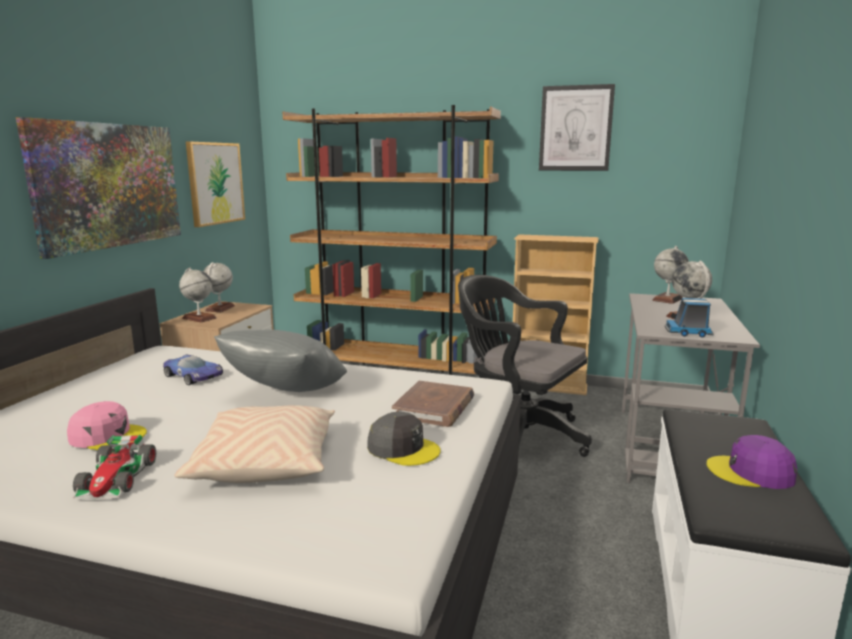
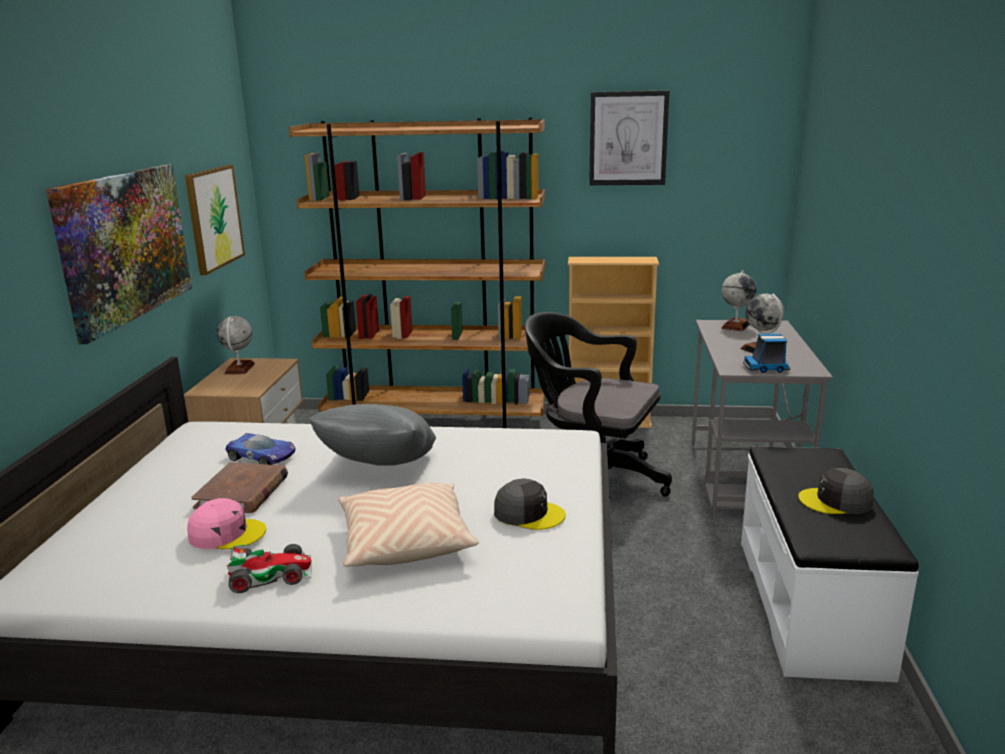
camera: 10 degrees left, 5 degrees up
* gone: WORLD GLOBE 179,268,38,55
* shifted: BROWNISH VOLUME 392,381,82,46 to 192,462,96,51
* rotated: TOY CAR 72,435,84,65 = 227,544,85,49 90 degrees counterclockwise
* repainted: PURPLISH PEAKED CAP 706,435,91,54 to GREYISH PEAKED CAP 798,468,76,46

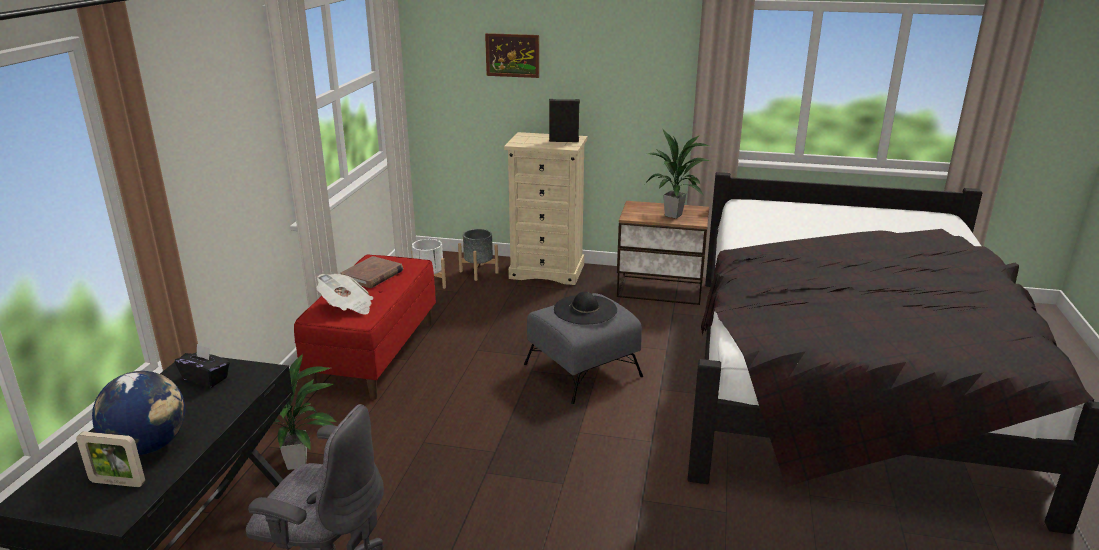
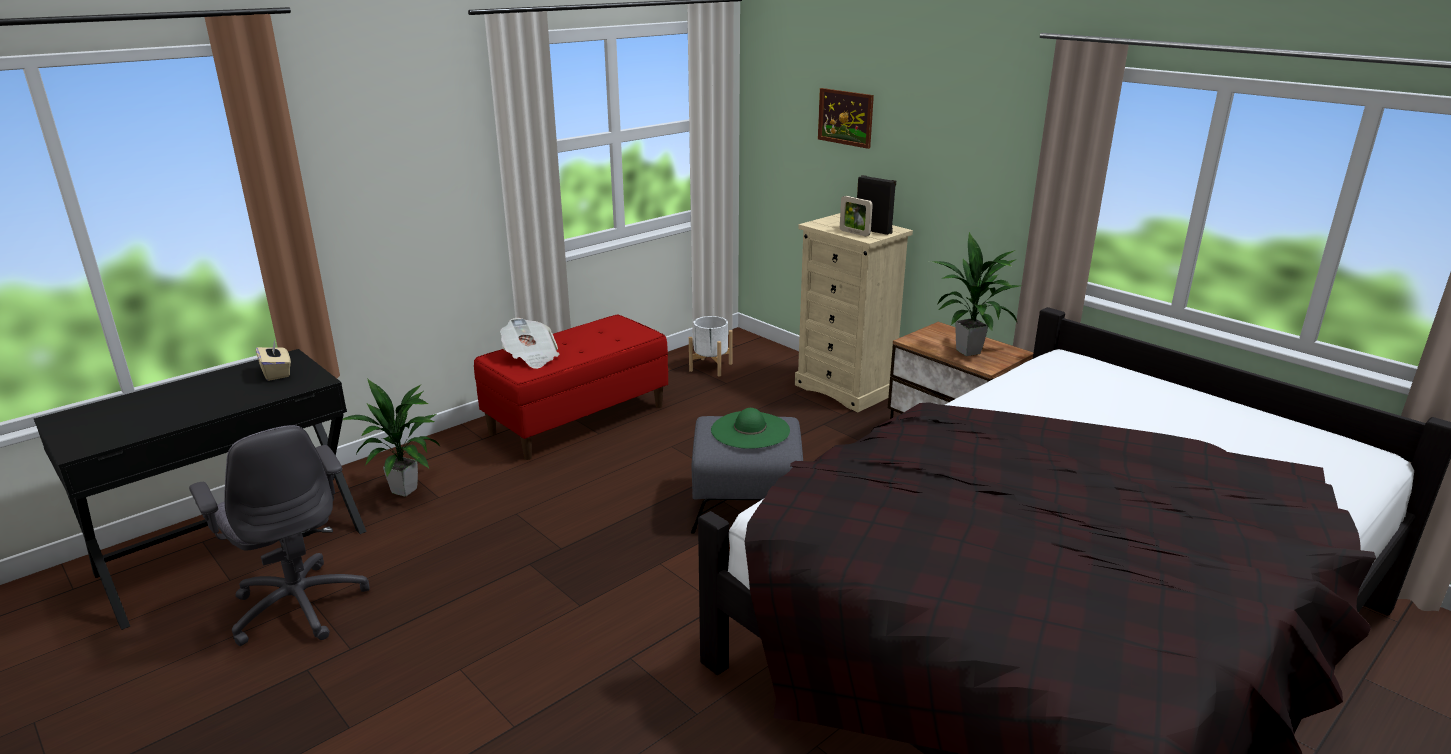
camera: 35 degrees right, 0 degrees up
* gone: GREYISH PLANT POT 458,229,41,52
* gone: BROWNISH VOLUME 341,256,62,32
* repainted: BLACK WEARABLE HAT 554,292,63,33 to GREEN WEARABLE HAT 711,408,79,41
* repainted: BLACK TISSUE BOX 175,344,55,44 to BEIGE TISSUE BOX 256,339,35,42
* gone: WORLD GLOBE 92,371,93,84
* shifted: PICTURE FRAME 76,432,69,55 to 840,196,33,40

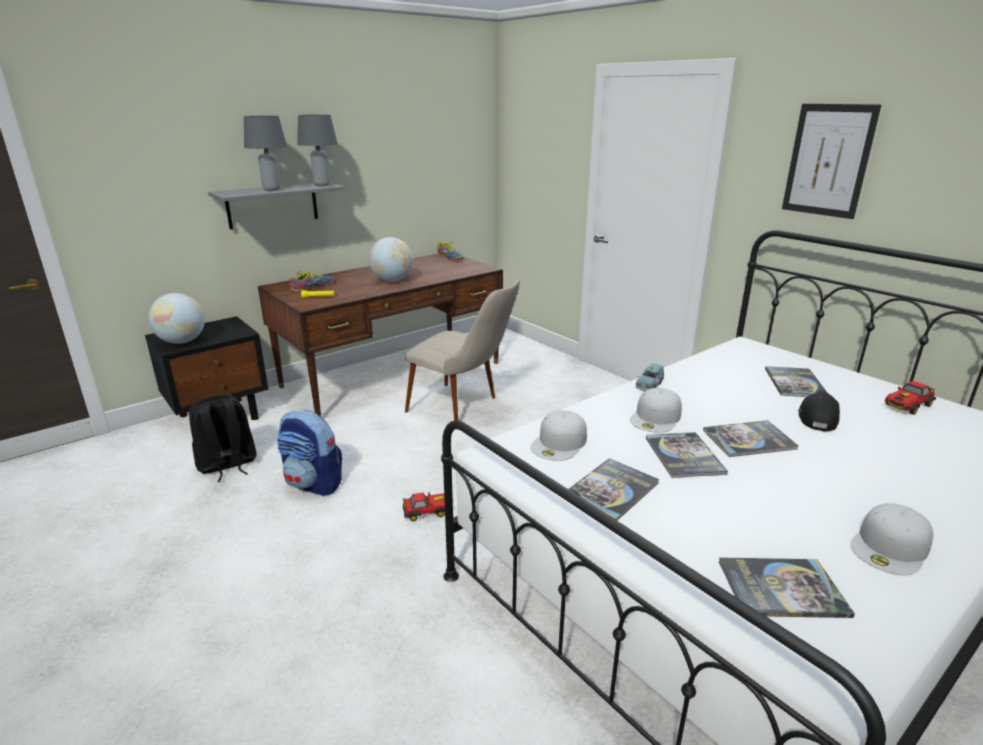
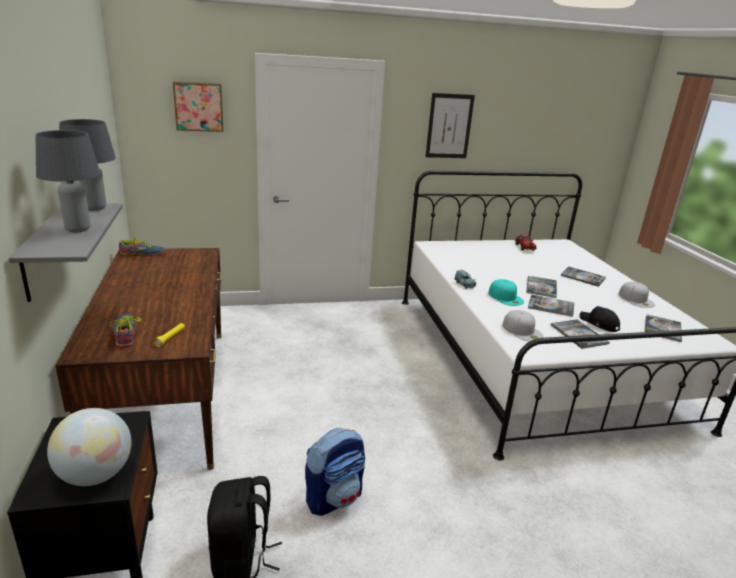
camera: 65 degrees left, 0 degrees up
* gone: WORLD GLOBE 369,237,44,45
* gone: BEIGE CHAIR 404,279,116,141
* shifted: VOLUME 765,366,63,31 to 561,267,45,20
* repainted: WHITE-COLOURED PEAKED CAP 630,388,52,45 to TURQUOISE-COLOURED PEAKED CAP 488,279,36,27
* shifted: BLACK PEAKED CAP 798,391,42,41 to 580,306,40,26
* gone: TOY CAR 403,492,42,29
* new: WALL ART 173,82,50,50

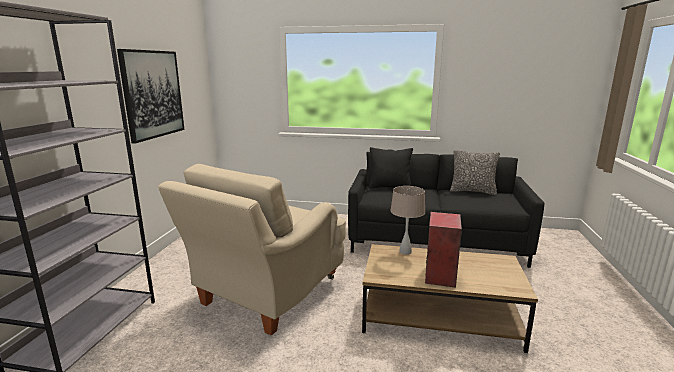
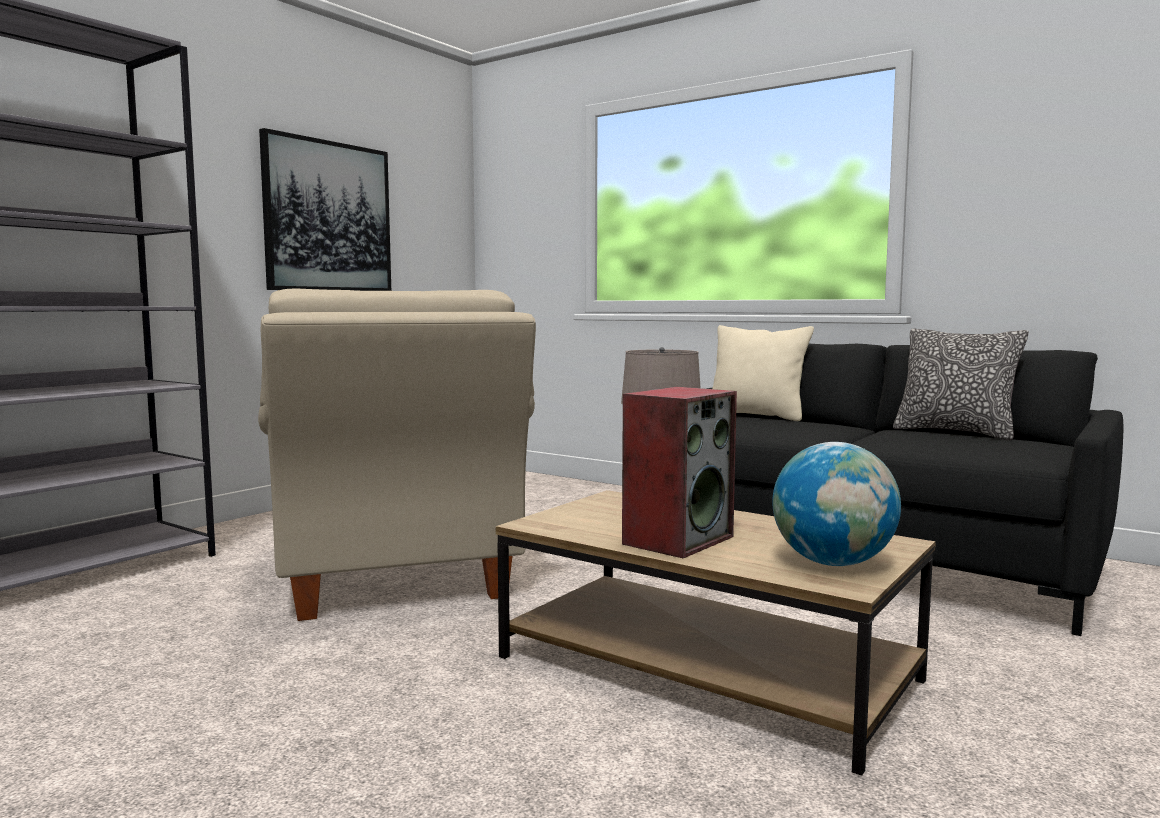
camera: 25 degrees right, 10 degrees down
* repainted: BLACK CUSHION 369,147,44,41 to BEIGE CUSHION 712,325,102,96
* rotated: BEIGE LOUNGE CHAIR 158,164,188,171 = 258,288,278,333 75 degrees counterclockwise
* new: WORLD GLOBE 772,442,129,124

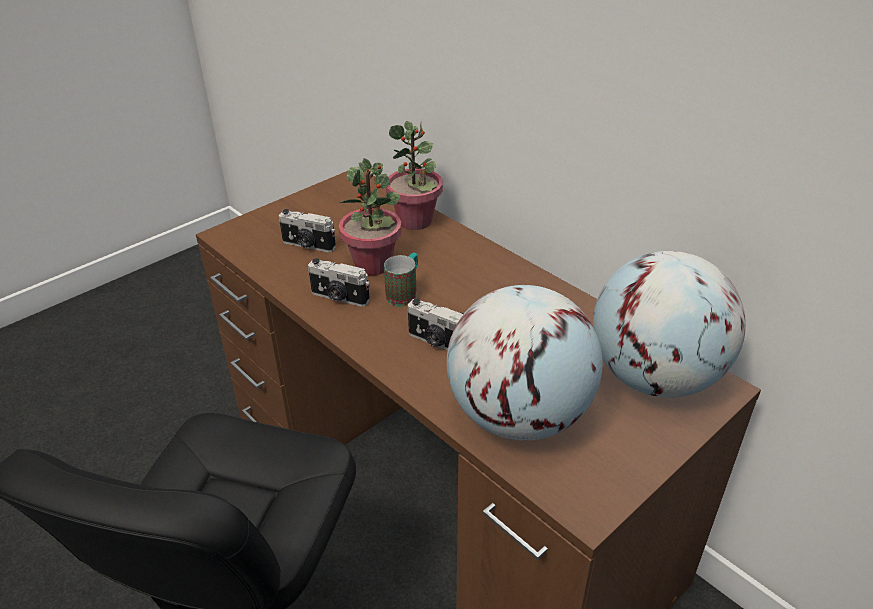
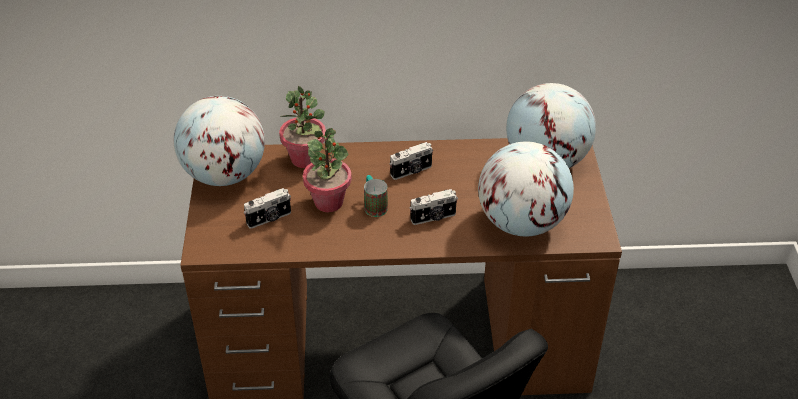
camera: 50 degrees left, 5 degrees up
* shifted: PHOTO CAMERA 308,258,62,49 to 390,142,43,38
* new: WORLD GLOBE 174,96,91,90

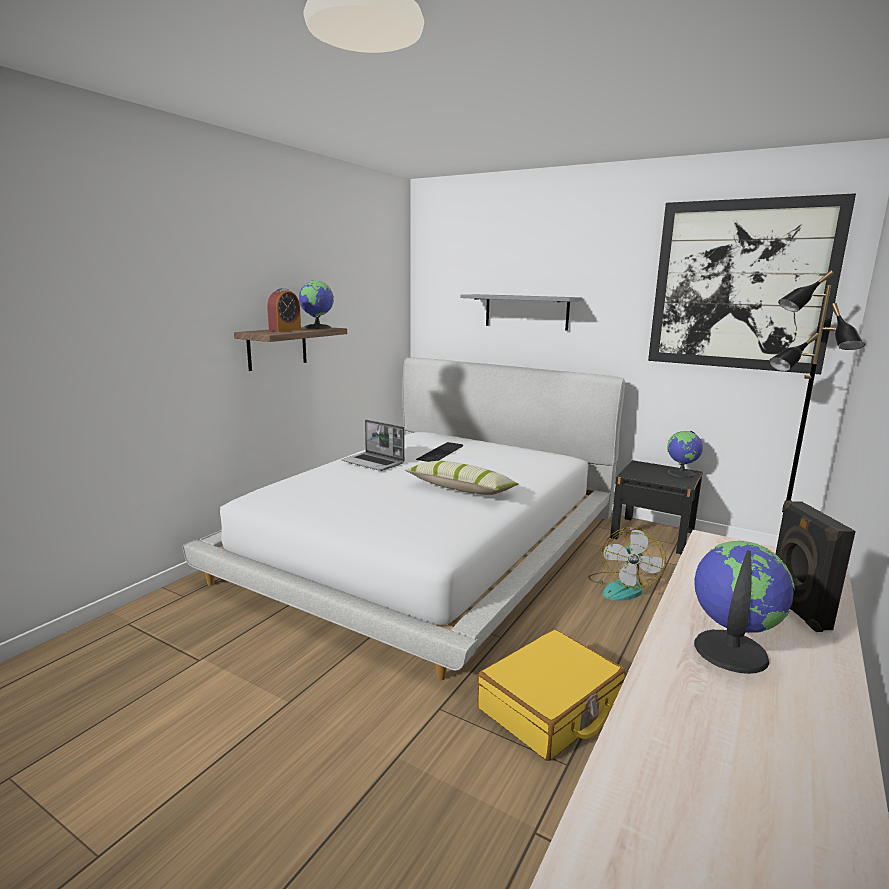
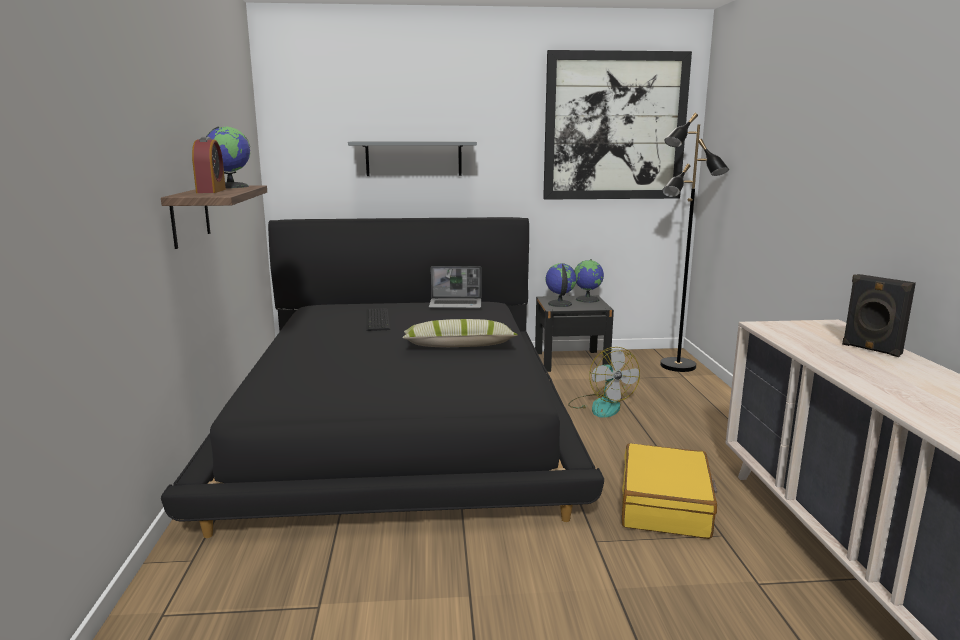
camera: 35 degrees left, 0 degrees up
* repainted: WHITE-COLOURED SLEEPING BED 182,357,443,323 to BLACK SLEEPING BED 161,217,443,321
* shifted: LAPTOP 341,420,64,51 to 429,266,52,43
* shifted: WORLD GLOBE 693,541,102,133 to 545,263,31,44

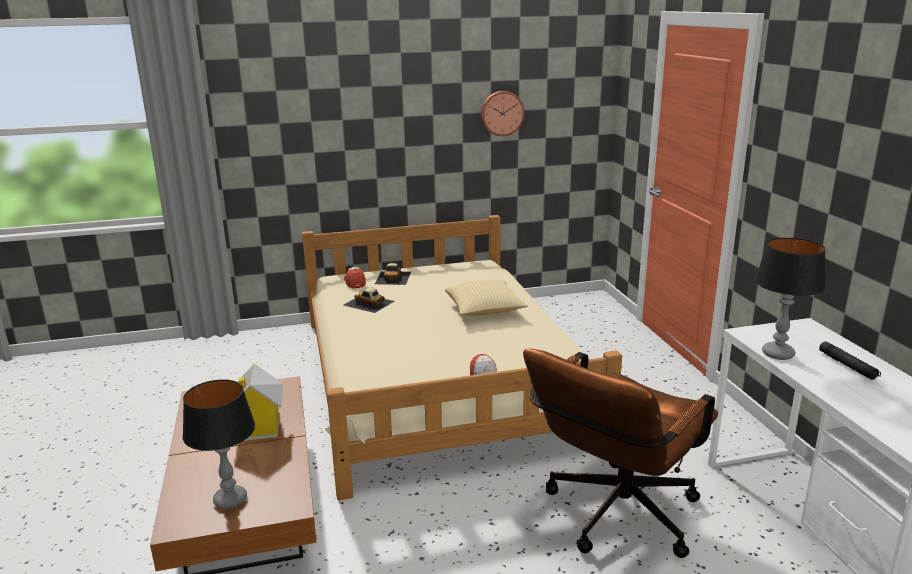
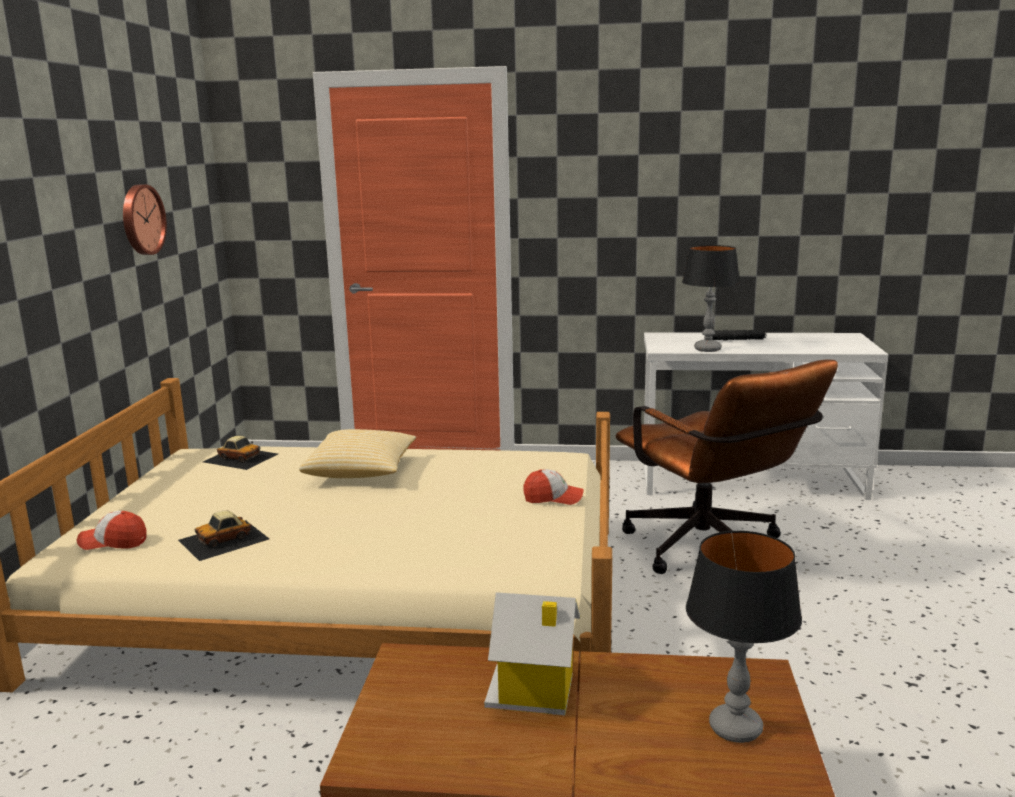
camera: 70 degrees left, 5 degrees down
* shifted: TOY CAR 375,263,36,22 to 203,436,75,34

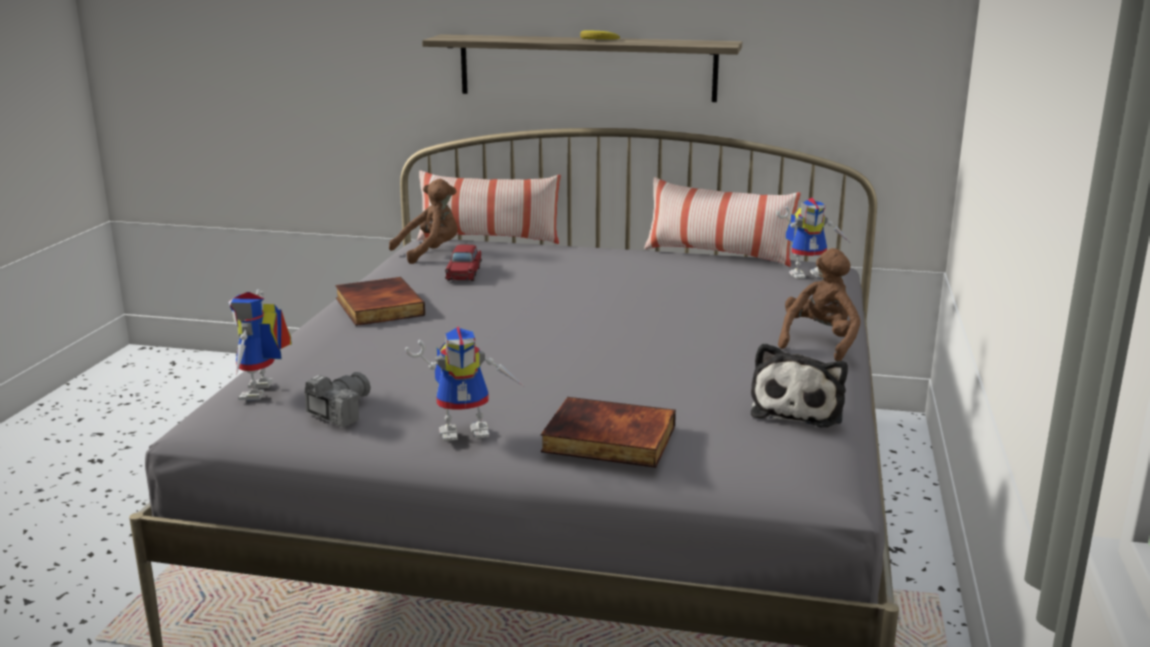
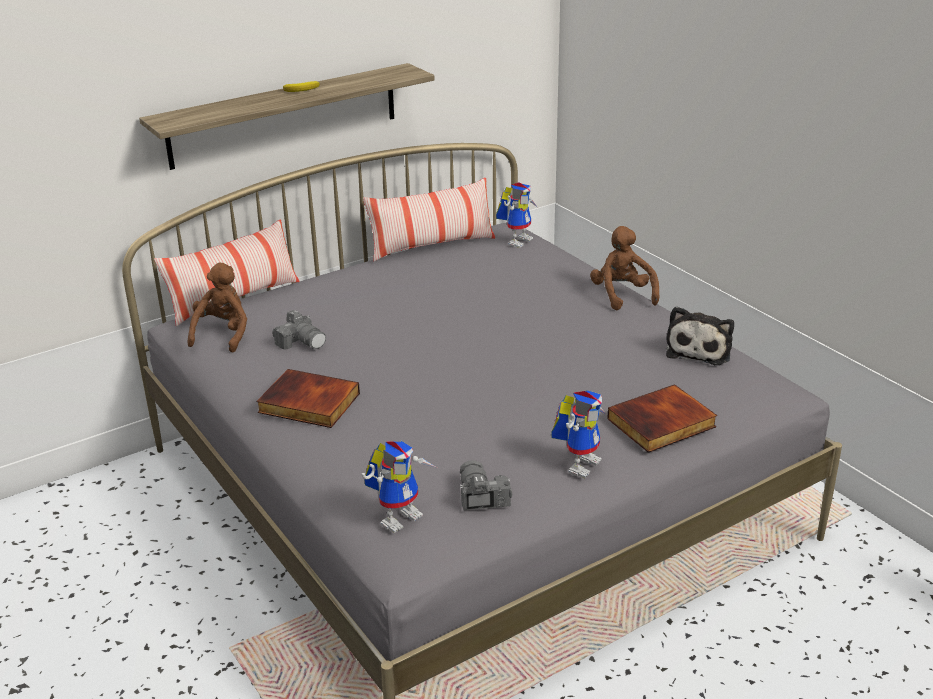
camera: 45 degrees left, 10 degrees up
* swapped: RED TOY CAR 445,245,37,36 to PHOTO CAMERA 272,310,54,39
* rotated: ROBOT FIGURE 228,289,64,112 = 362,441,75,92 90 degrees counterclockwise
* rotated: PLUSH TOY 751,343,97,84 = 666,306,68,59 45 degrees clockwise

